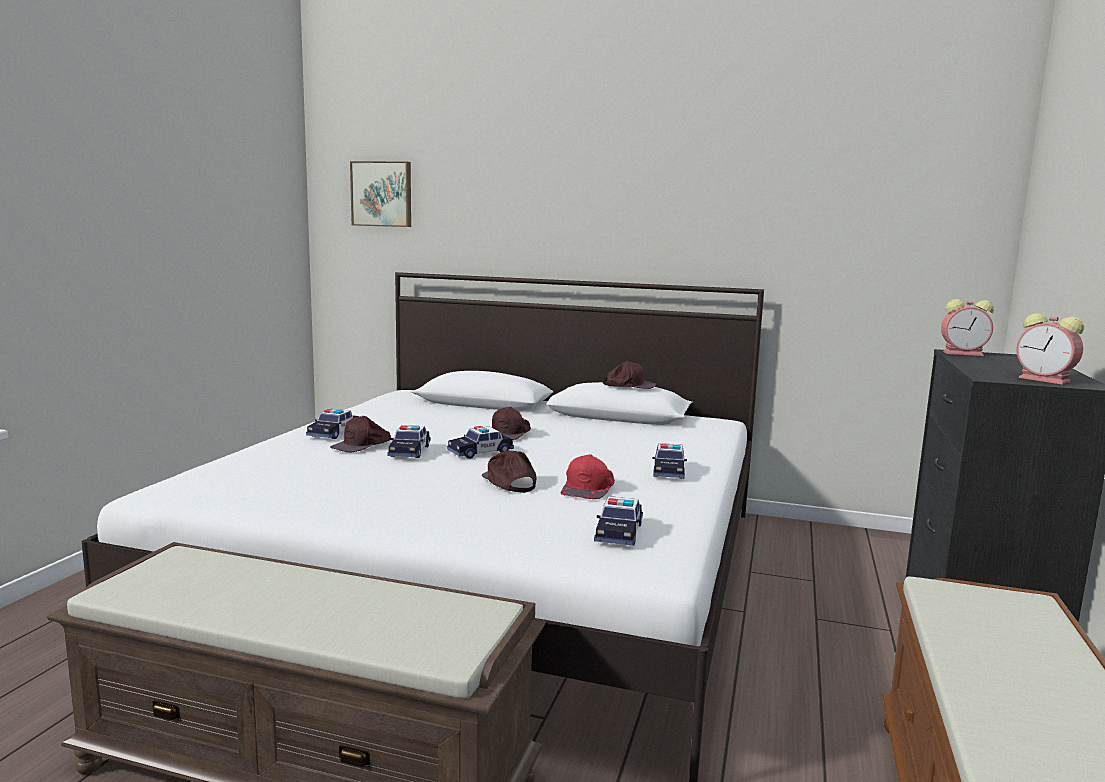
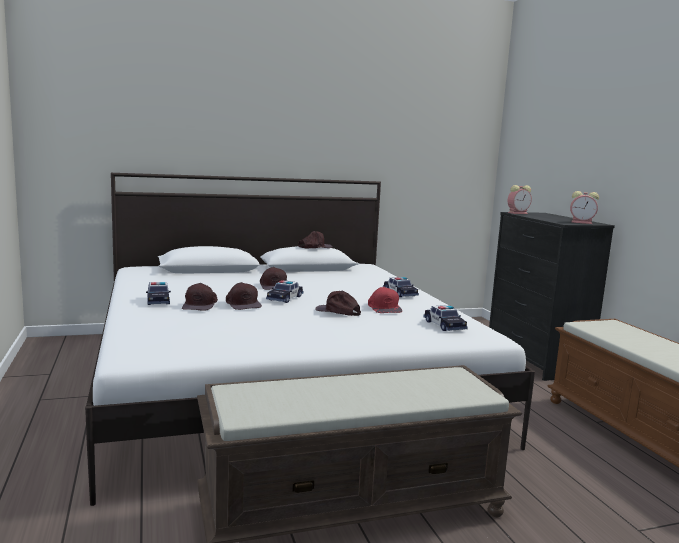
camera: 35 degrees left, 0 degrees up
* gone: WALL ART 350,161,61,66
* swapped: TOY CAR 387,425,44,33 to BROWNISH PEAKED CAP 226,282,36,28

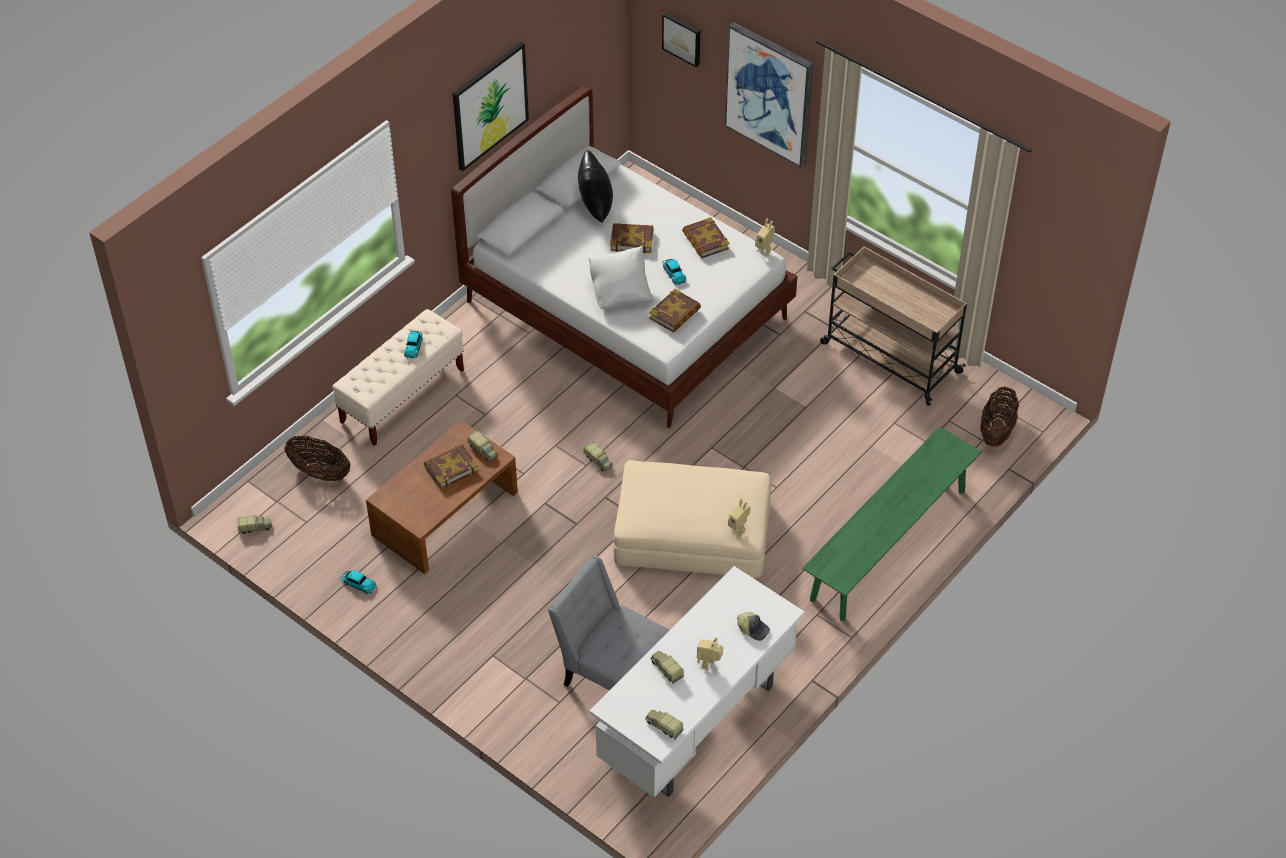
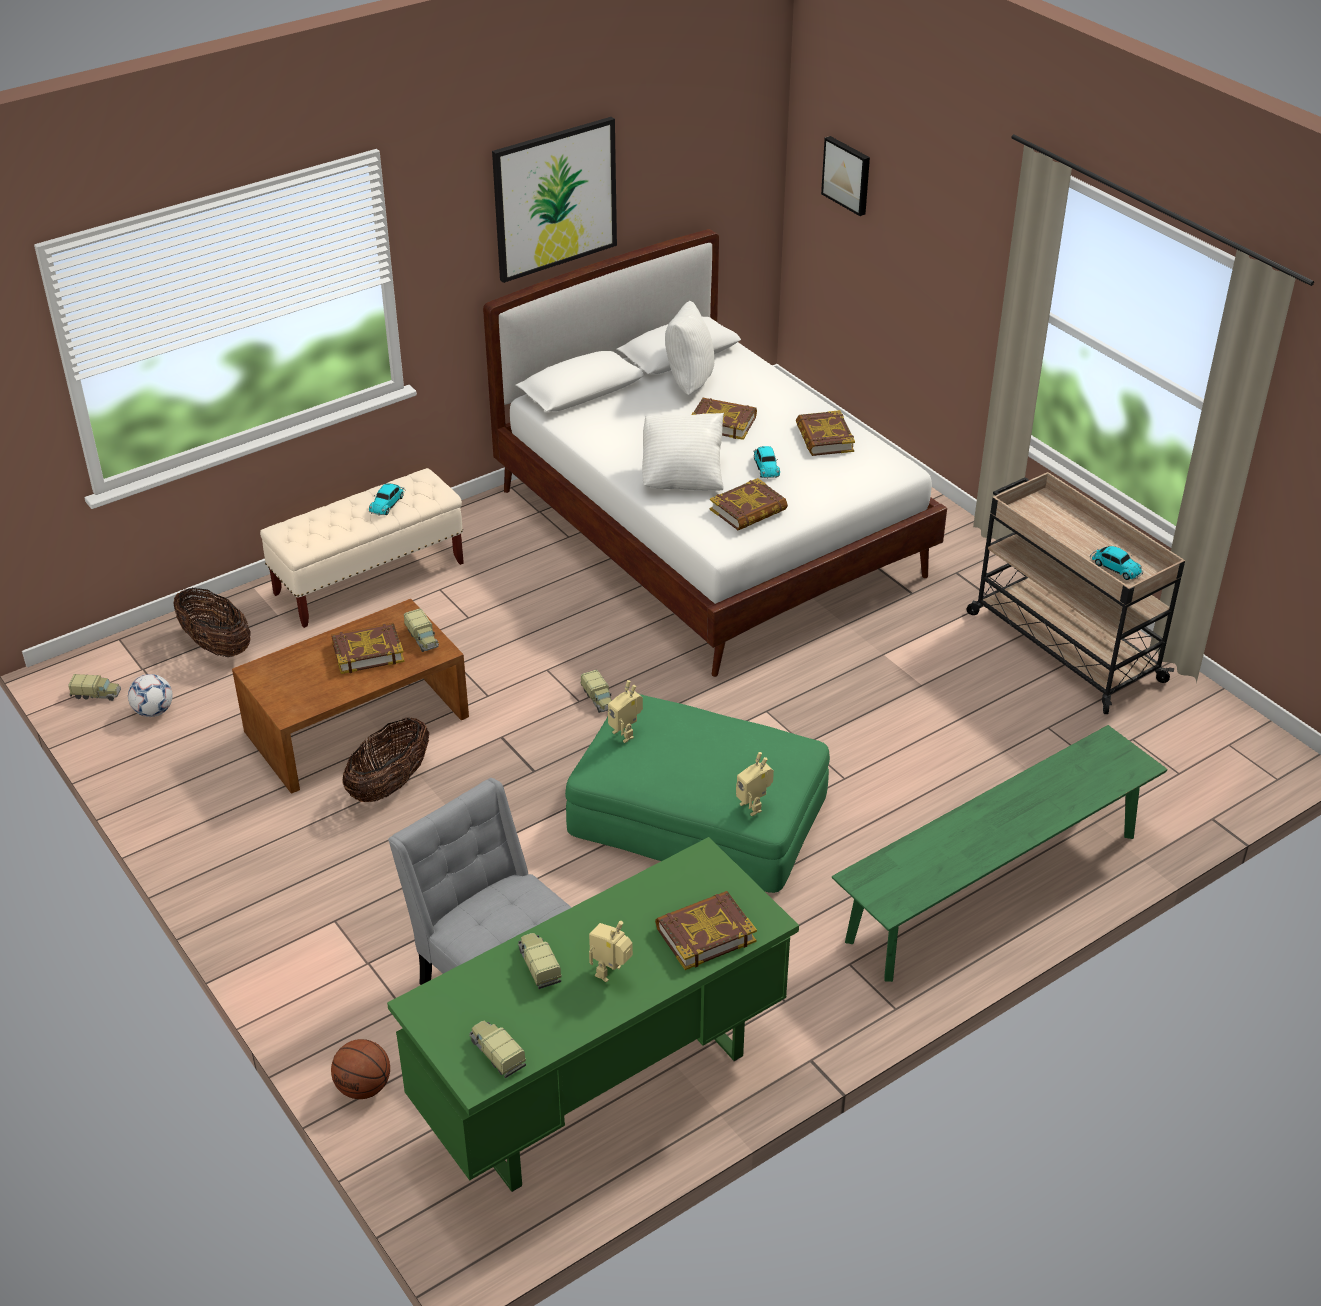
camera: 15 degrees right, 10 degrees down
* gone: WALL ART 725,22,88,145
* repainted: BLACK CUSHION 578,150,35,73 to WHITE-COLOURED CUSHION 665,301,50,94
* shifted: ROBOT FIGURE 755,218,20,38 to 608,680,35,63
* shifted: HOUSEHOLD BASKET 980,386,39,61 to 342,717,87,85
* repainted: BEIGE POUFFE 613,460,158,118 to GREEN POUFFE 565,694,265,199
* repainted: WHITE-COLOURED DESK 590,566,215,232 to GREEN DESK 387,837,412,355
* shifted: TOY CAR 340,570,37,24 to 1090,546,53,34
* swapped: PEAKED CAP 737,612,33,29 to VOLUME 655,891,102,79
* new: FOOTBALL BALL 128,674,45,43
* new: BALL FOR BASKETBALL 331,1039,59,60

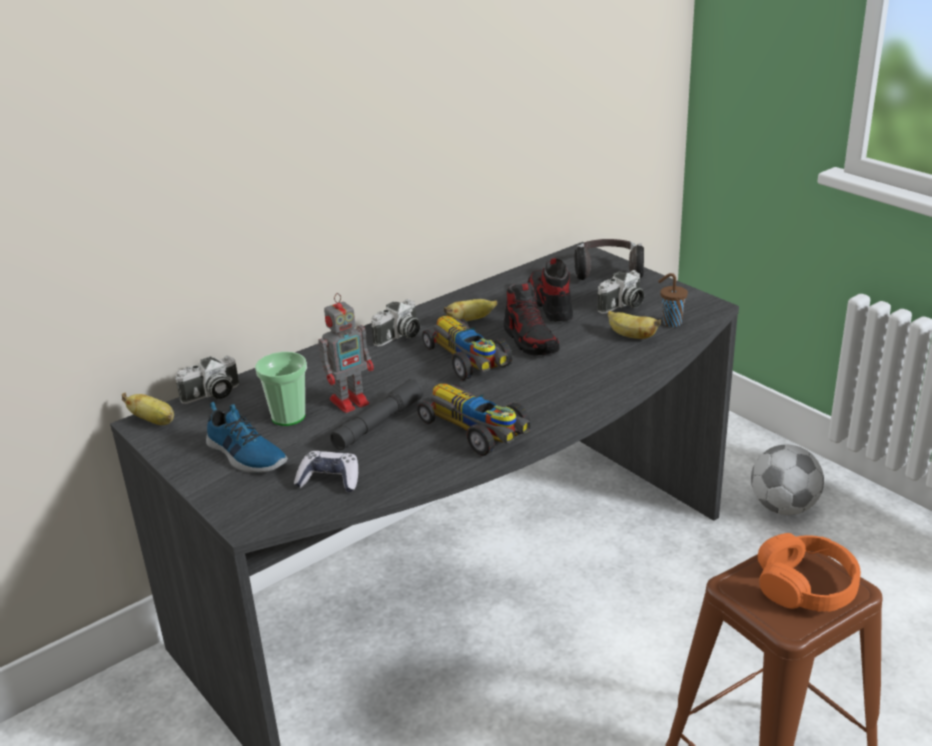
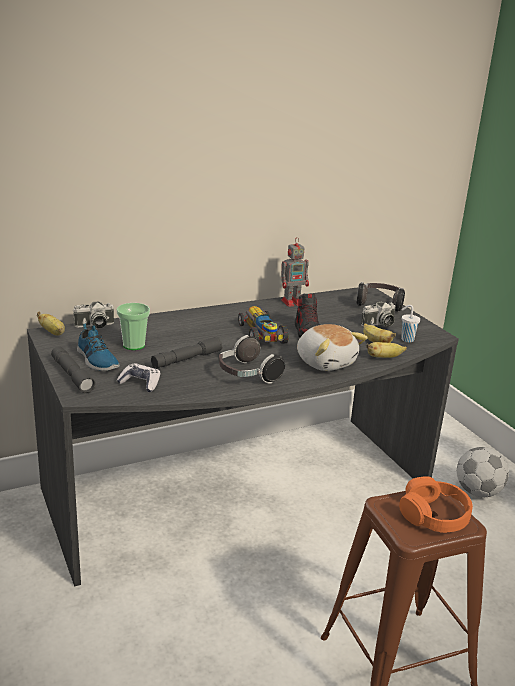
camera: 10 degrees right, 5 degrees down
* gone: SHOE 527,258,46,64
* repainted: BROWNISH SMALL CUP 658,273,30,54 to WHITE-COLOURED SMALL CUP 401,305,19,37
* shifted: ROBOT FIGURE 318,293,56,120 to 281,237,28,70
* gone: PHOTO CAMERA 371,299,49,48
* shifted: WHOLE BANANA 444,299,53,22 to 366,342,41,16
* swapped: TOY CAR 417,384,114,72 to PAIR OF HEADPHONES 219,335,66,49
* new: PLUSH TOY 297,324,71,47
* new: GREYISH FLASHLIGHT 51,346,45,47

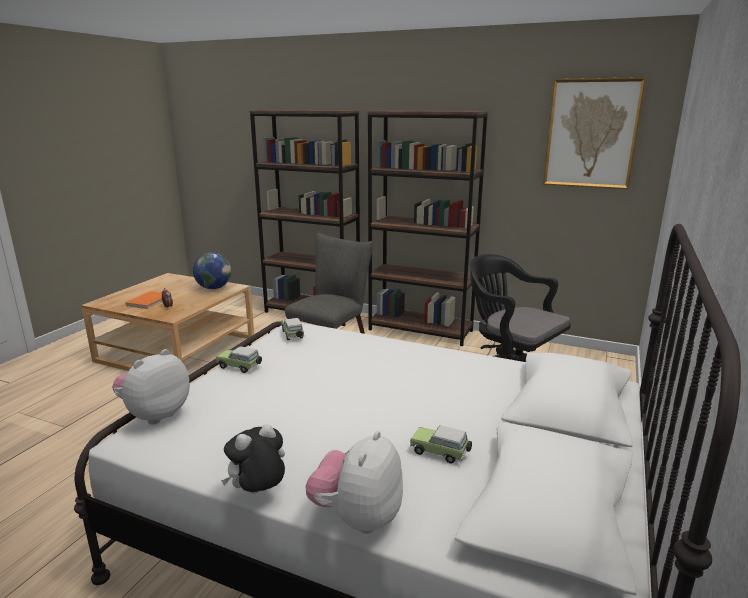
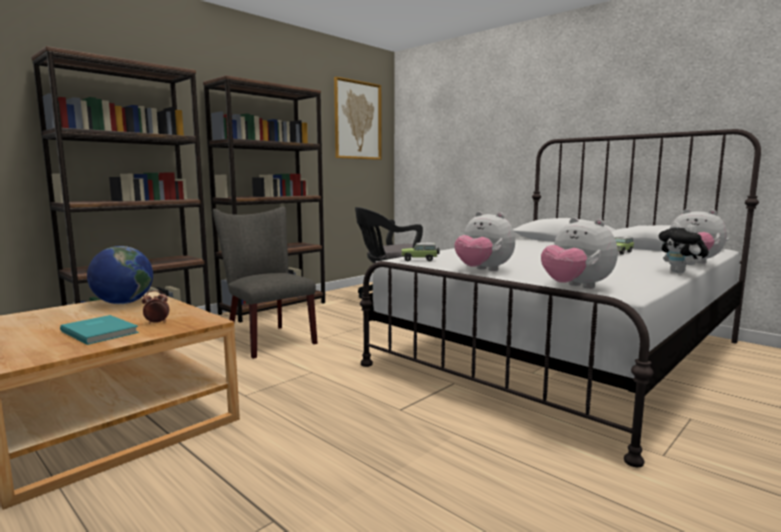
camera: 70 degrees left, 10 degrees down
* repainted: ORANGE VOLUME 125,291,37,18 to TURQUOISE-COLOURED VOLUME 60,315,79,30
* swapped: TOY CAR 216,346,46,27 to PLUSH TOY 454,211,61,60

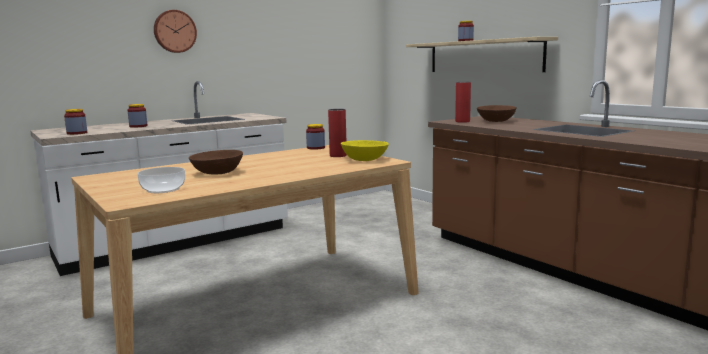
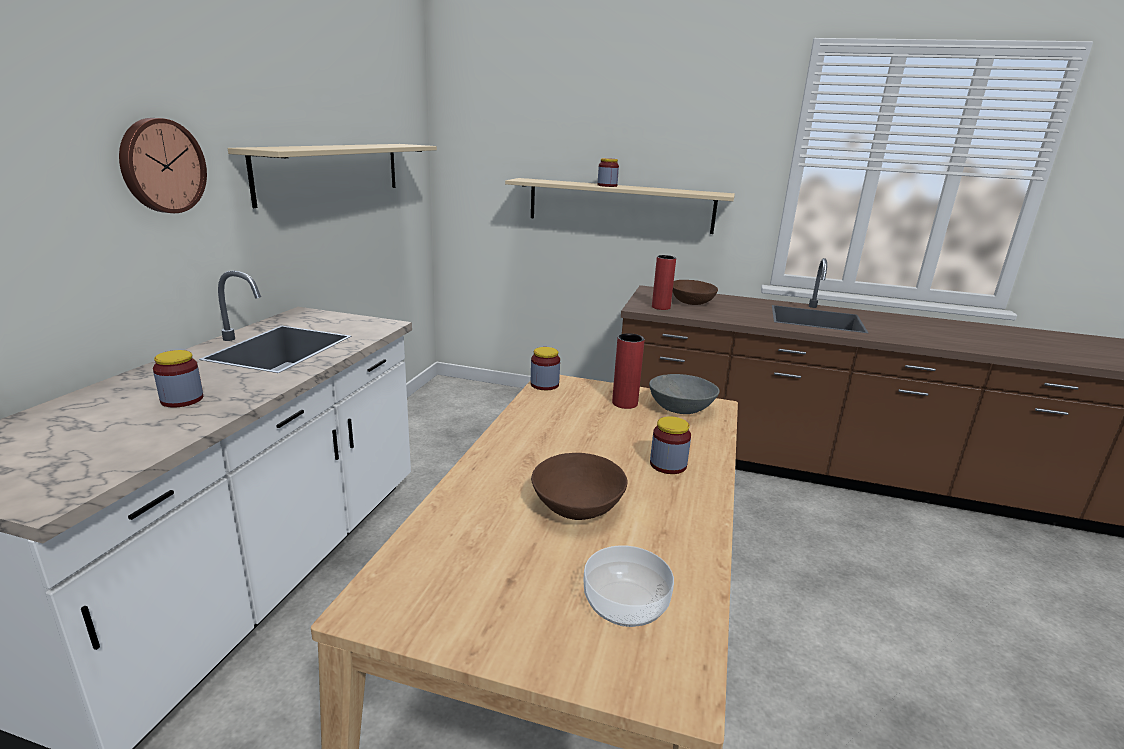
camera: 40 degrees left, 10 degrees up
* shifted: STORAGE JAR 64,109,23,26 to 650,416,41,58
* repainted: YELLOW-COLOURED BOWL 341,140,48,21 to GREYISH BOWL 649,374,71,40
* new: BEIGE SHELF 228,144,209,64

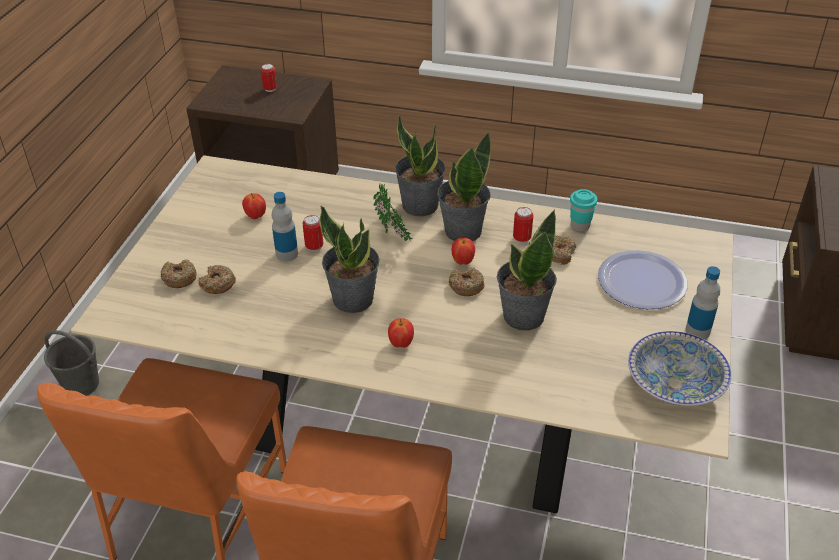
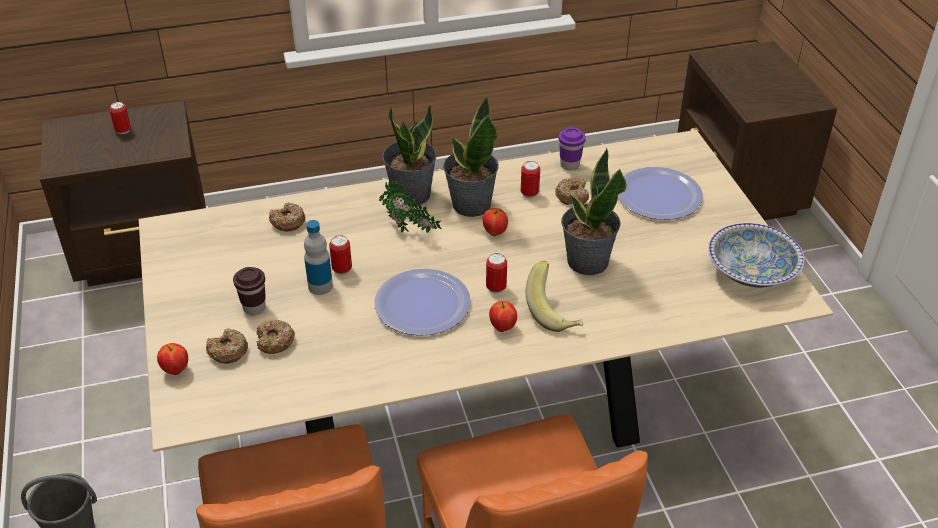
camera: 30 degrees left, 0 degrees up
* repainted: TURQUOISE-COLOURED SMALL CUP 570,189,27,43 to PURPLISH SMALL CUP 559,127,27,43
* shifted: APPLE FRUIT 242,193,24,26 to 157,343,31,32
* swapped: HOUSEPLANT 319,206,61,107 to PLATE 375,269,96,67
* gone: BEVERAGE BOTTLE 685,266,35,73
* shifted: RING DOUGHNUT 449,267,36,29 to 269,202,36,29
* new: SEALED CAN 486,253,21,40
* new: WHOLE BANANA 526,261,57,71
* new: BROWNISH SMALL CUP 233,267,33,48

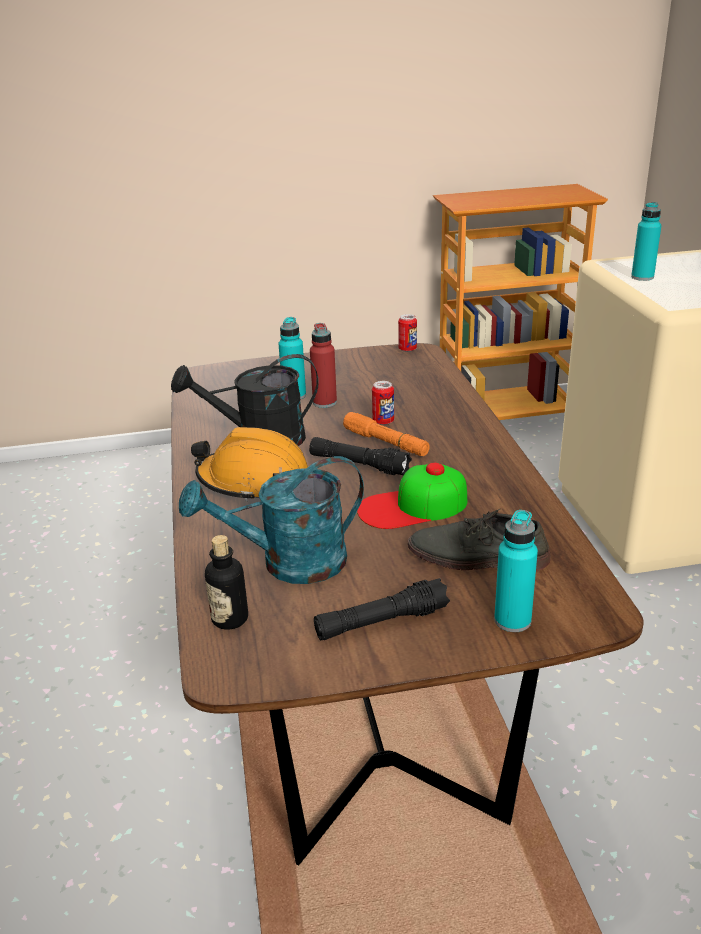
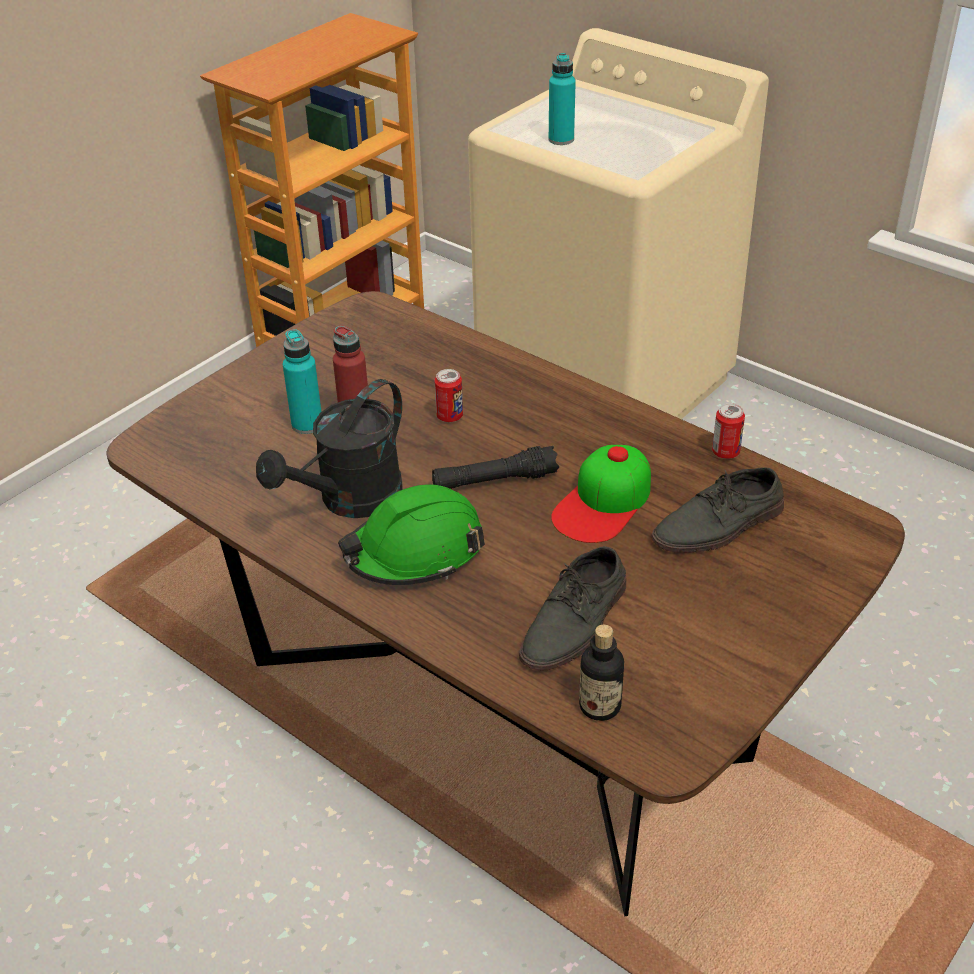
camera: 40 degrees left, 10 degrees up
* shifted: SEALED CAN 398,314,19,38 to 712,404,33,55
* gone: ORANGE FLASHLIGHT 343,412,87,44
* repainted: ORANGE HARD HAT 191,427,117,75 to GREEN HARD HAT 338,484,147,101
* swapped: TURQUOISE-COLOURED WATERING CAN 179,456,185,128 to GREYISH SHOE 519,546,107,125
* gone: TURQUOISE-COLOURED BEVERAGE BOTTLE 494,510,44,122
* gone: BLACK FLASHLIGHT 314,578,136,62

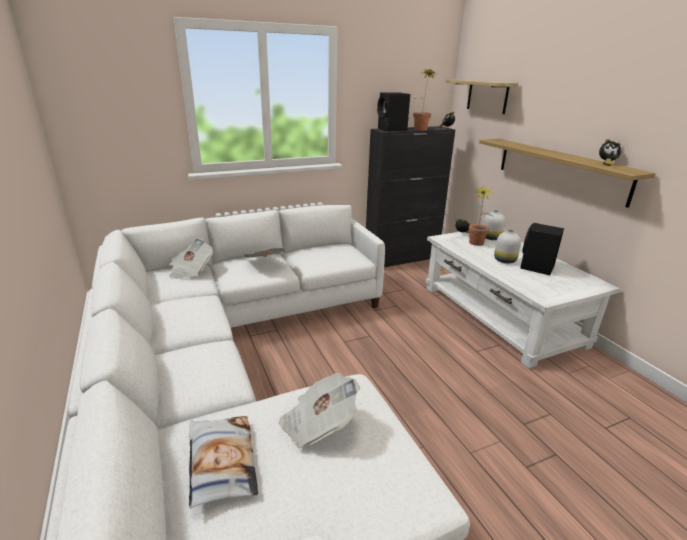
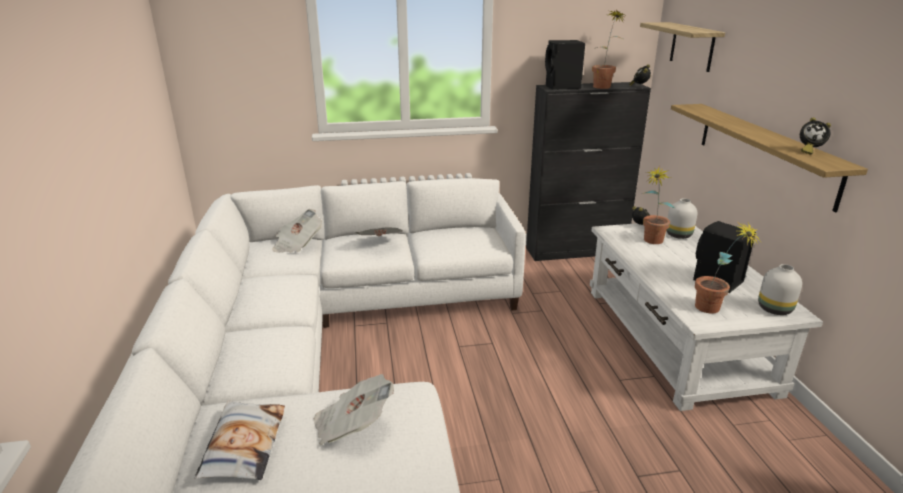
camera: 15 degrees right, 0 degrees up
* shifted: WHITE-COLOURED FLOWER VASE 494,229,27,35 to 758,264,44,51
* new: HOUSEPLANT 695,221,67,93

